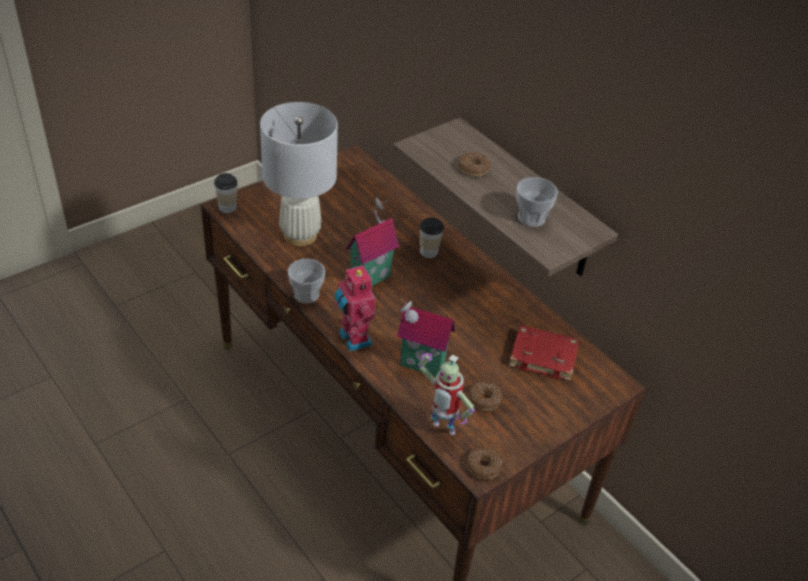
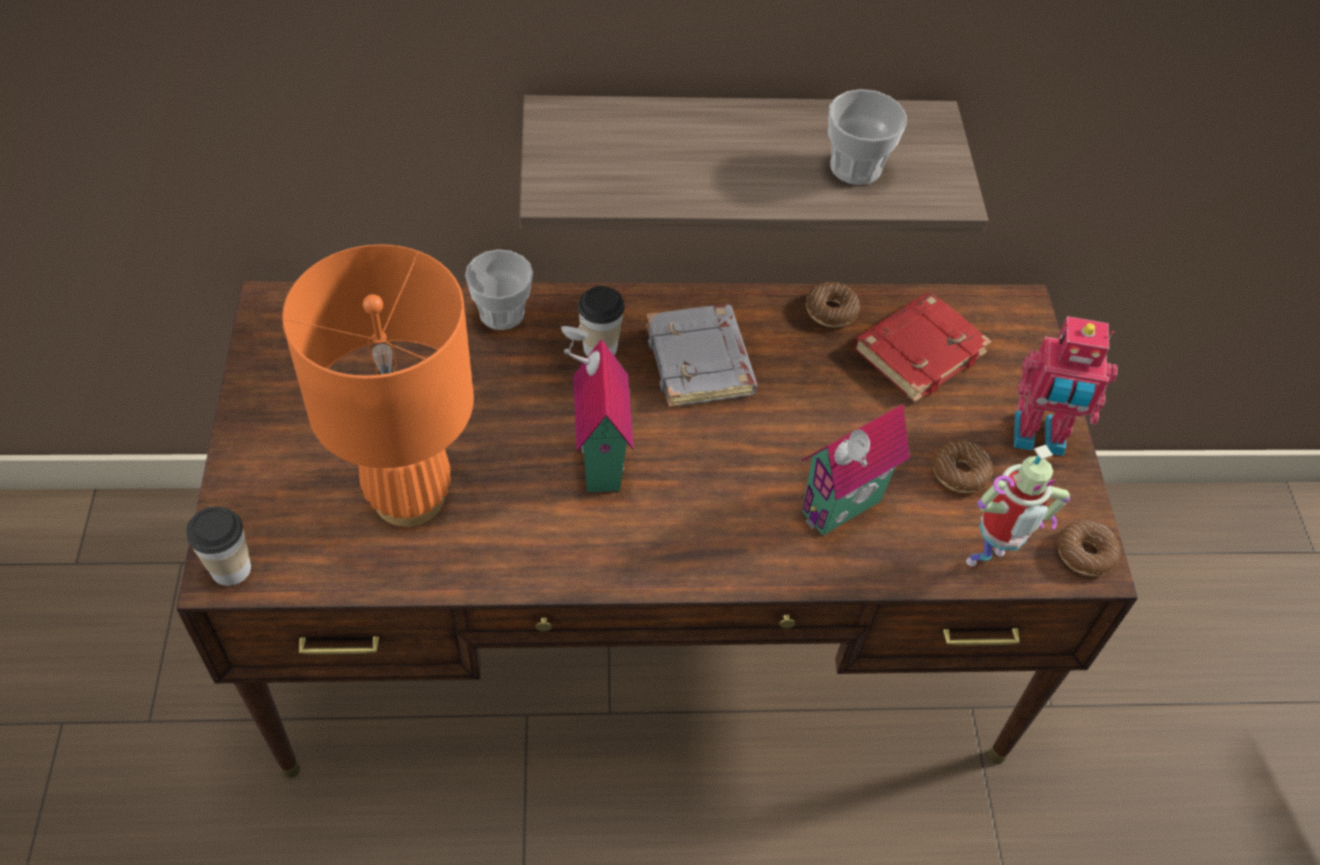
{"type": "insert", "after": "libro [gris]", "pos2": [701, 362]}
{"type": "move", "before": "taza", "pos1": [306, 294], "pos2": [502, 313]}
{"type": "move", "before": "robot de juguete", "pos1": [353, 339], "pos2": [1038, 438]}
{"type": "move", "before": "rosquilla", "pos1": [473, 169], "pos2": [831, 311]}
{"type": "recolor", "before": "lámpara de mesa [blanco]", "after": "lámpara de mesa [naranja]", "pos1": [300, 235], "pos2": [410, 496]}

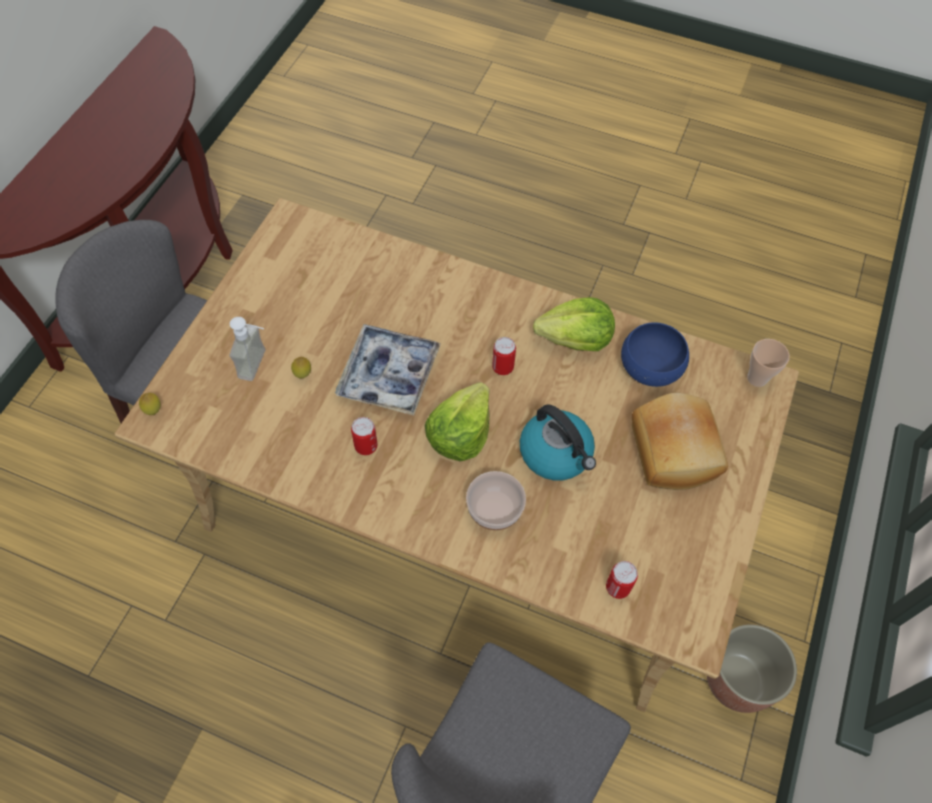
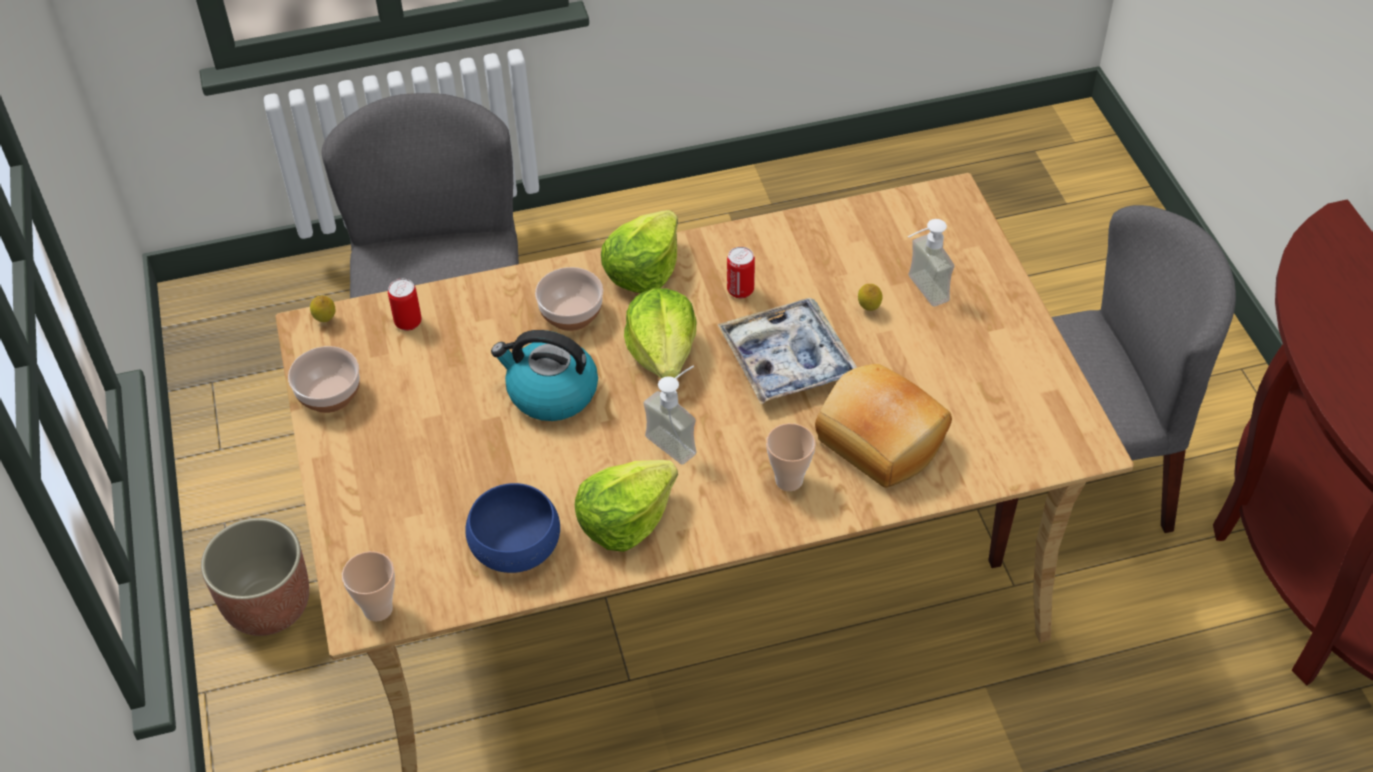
{"type": "insert", "after": "cuenco", "pos2": [329, 394]}
{"type": "insert", "after": "lechuga", "pos2": [643, 270]}
{"type": "insert", "after": "taza", "pos2": [789, 480]}
{"type": "move", "before": "limón", "pos1": [154, 411], "pos2": [325, 320]}
{"type": "move", "before": "pan", "pos1": [676, 451], "pos2": [879, 441]}
{"type": "replace", "before": "lata", "after": "dispensador de jabón", "pos1": [502, 367], "pos2": [678, 439]}

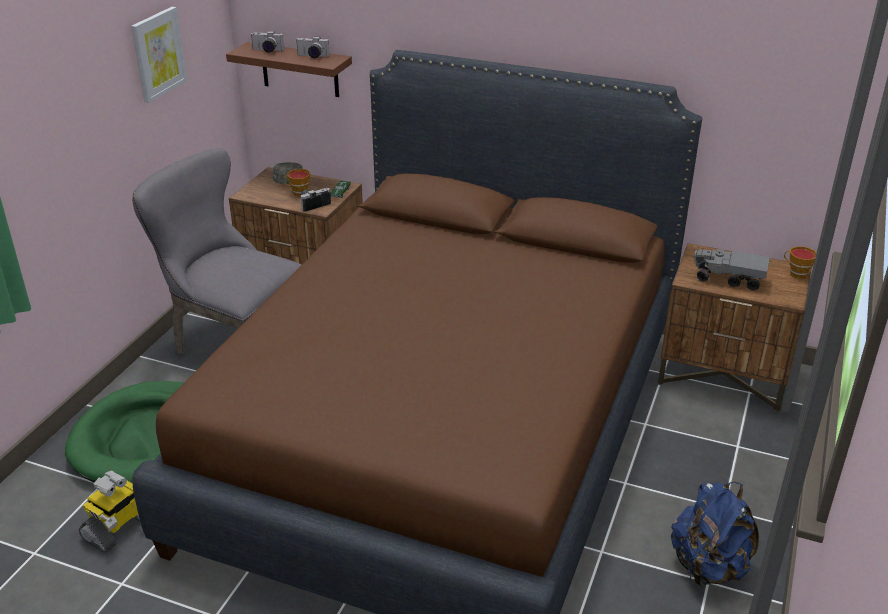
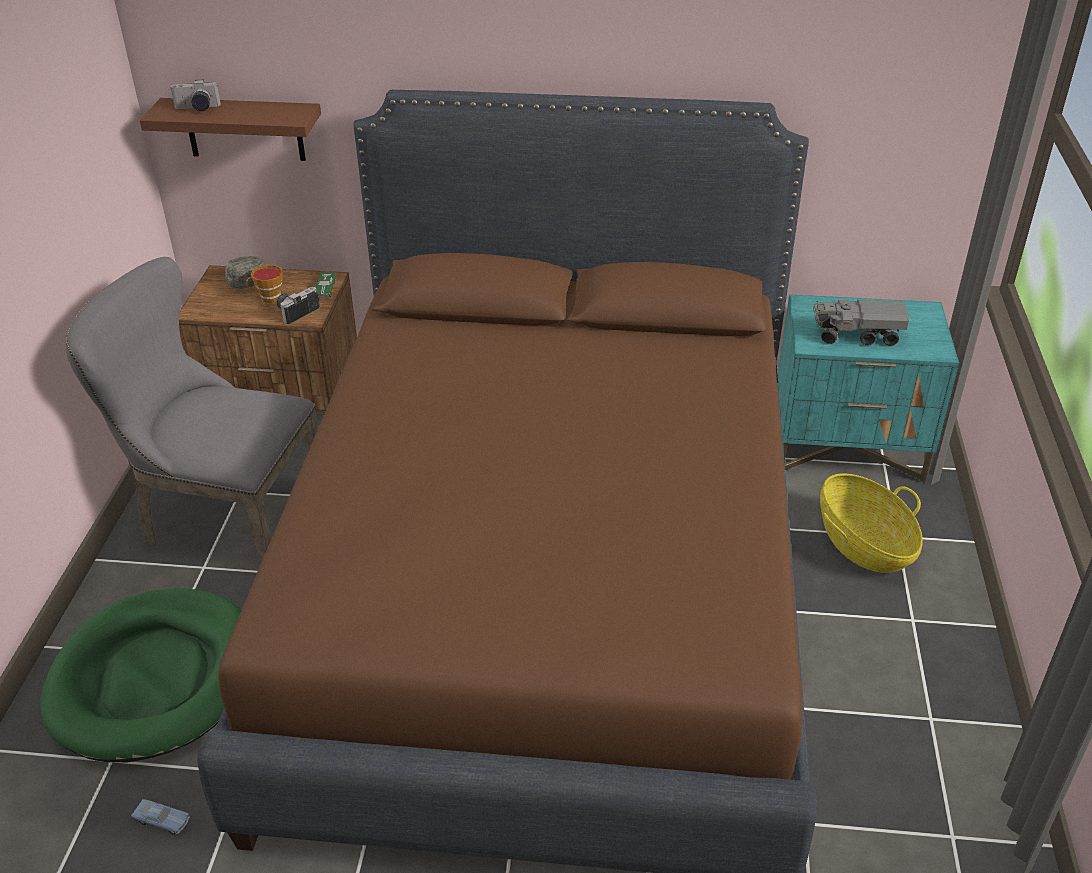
{"type": "delete", "before": "cuadro", "pos1": [158, 54]}
{"type": "delete", "before": "cámara", "pos1": [312, 56]}
{"type": "delete", "before": "mochila [azul]", "pos1": [708, 567]}
{"type": "delete", "before": "taza", "pos1": [796, 273]}
{"type": "insert", "after": "cesta", "pos2": [863, 544]}
{"type": "replace", "before": "robot de juguete", "after": "coche de juguete [azul]", "pos1": [118, 528], "pos2": [162, 820]}
{"type": "recolor", "before": "mesita de noche [marrón]", "after": "mesita de noche [turquesa]", "pos1": [724, 375], "pos2": [848, 447]}

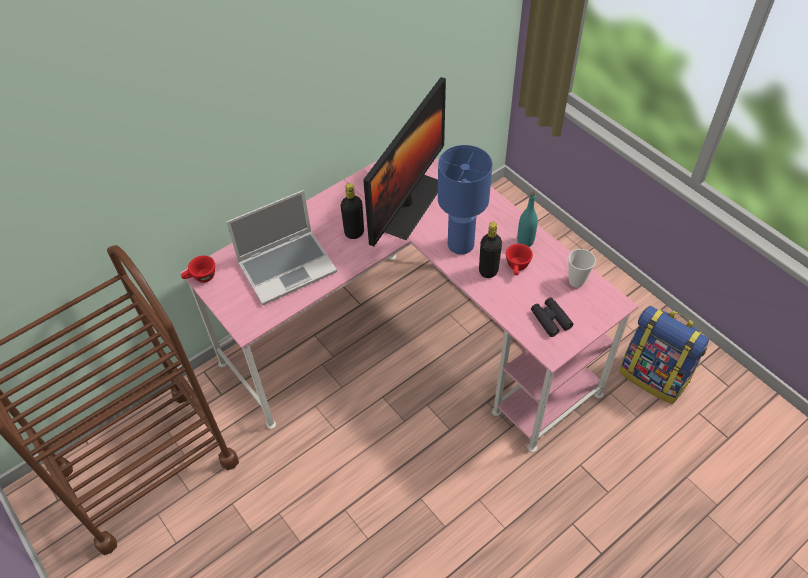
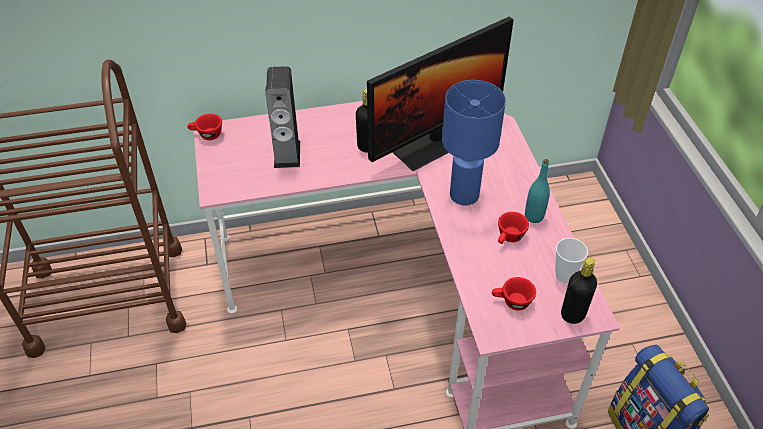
{"type": "move", "before": "botella [negro]", "pos1": [488, 271], "pos2": [572, 314]}
{"type": "replace", "before": "portátil", "after": "altavoz", "pos1": [288, 267], "pos2": [287, 154]}
{"type": "replace", "before": "prismáticos [negro]", "after": "taza [rojo]", "pos1": [550, 319], "pos2": [511, 302]}

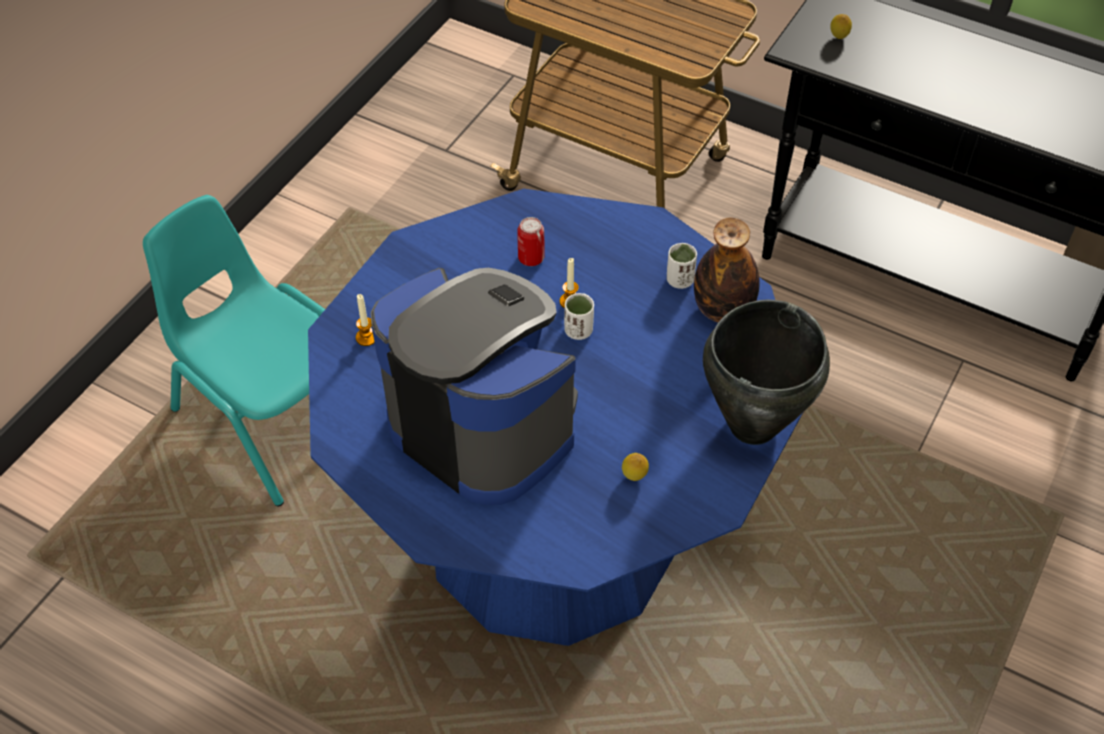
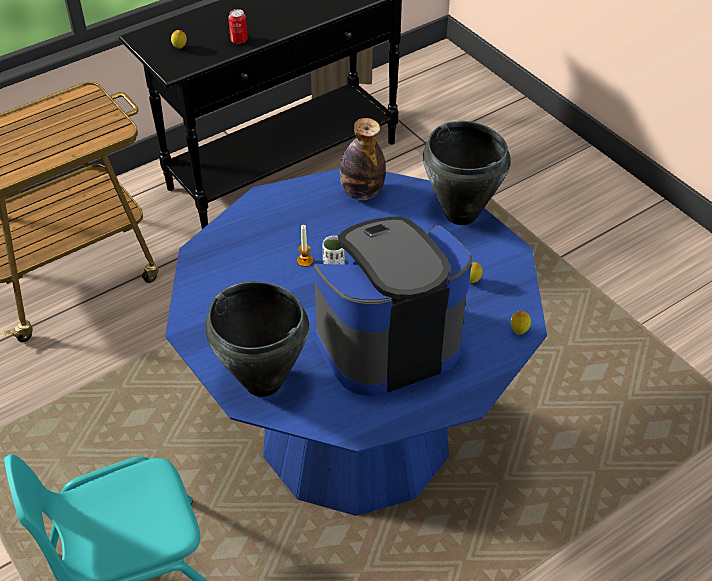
{"type": "delete", "before": "taza [blanco]", "pos1": [679, 280]}
{"type": "insert", "after": "limón", "pos2": [519, 331]}
{"type": "move", "before": "lata", "pos1": [531, 258], "pos2": [239, 40]}
{"type": "replace", "before": "vela", "after": "olla [negro]", "pos1": [366, 337], "pos2": [263, 382]}

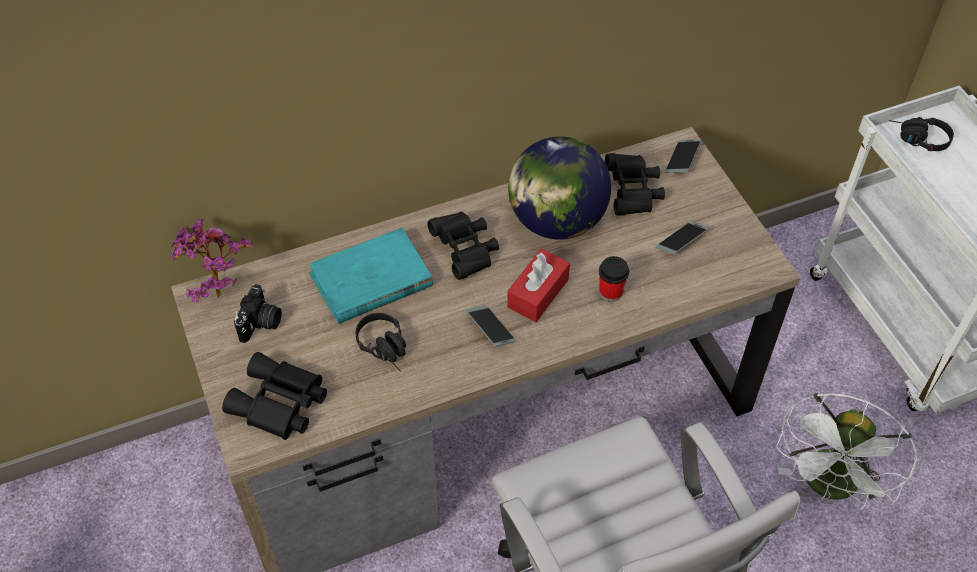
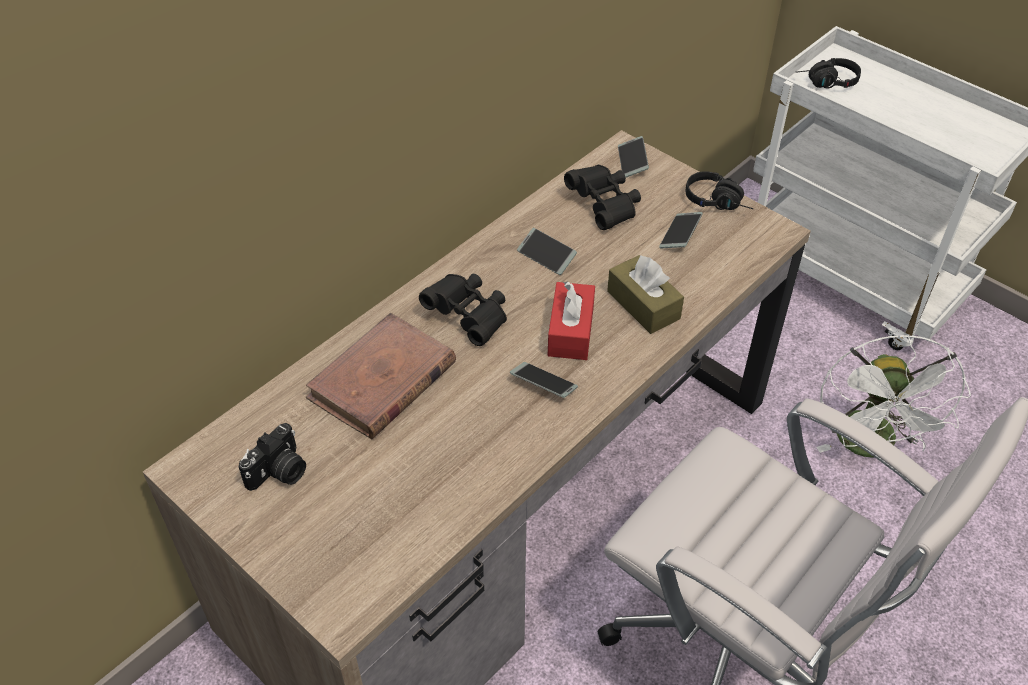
{"type": "delete", "before": "planta en maceta", "pos1": [216, 289]}
{"type": "delete", "before": "prismáticos [negro]", "pos1": [279, 404]}
{"type": "move", "before": "auriculares [negro]", "pos1": [387, 349], "pos2": [719, 202]}
{"type": "replace", "before": "globo terráqueo", "after": "móvil", "pos1": [557, 221], "pos2": [546, 256]}
{"type": "replace", "before": "taza", "after": "caja de pañuelos [marrón]", "pos1": [611, 292], "pos2": [643, 305]}
{"type": "recolor", "before": "libro [turquesa]", "after": "libro [marrón]", "pos1": [370, 280], "pos2": [382, 381]}
{"type": "rotate", "before": "cámara", "pos1": [261, 324], "pos2": [279, 473], "turn": 45}

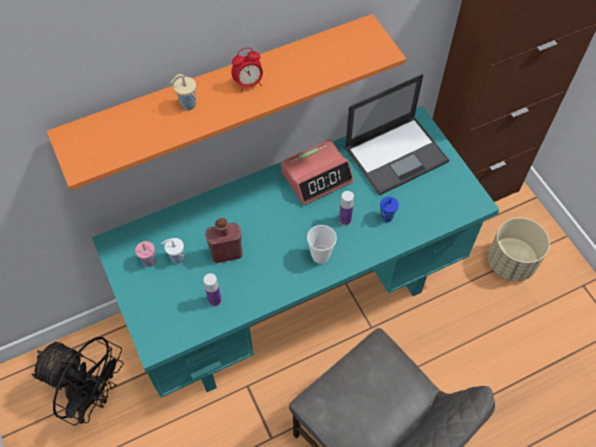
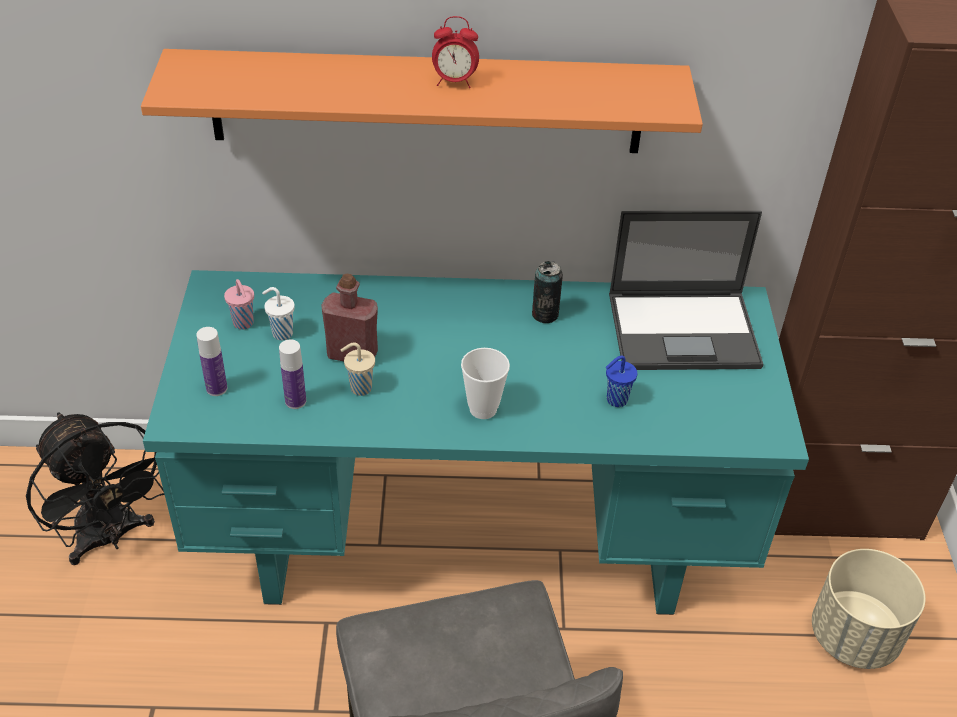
{"type": "move", "before": "taza [beis]", "pos1": [187, 105], "pos2": [359, 388]}
{"type": "move", "before": "botella", "pos1": [345, 220], "pos2": [216, 388]}
{"type": "replace", "before": "despertador", "after": "lata", "pos1": [317, 177], "pos2": [545, 314]}

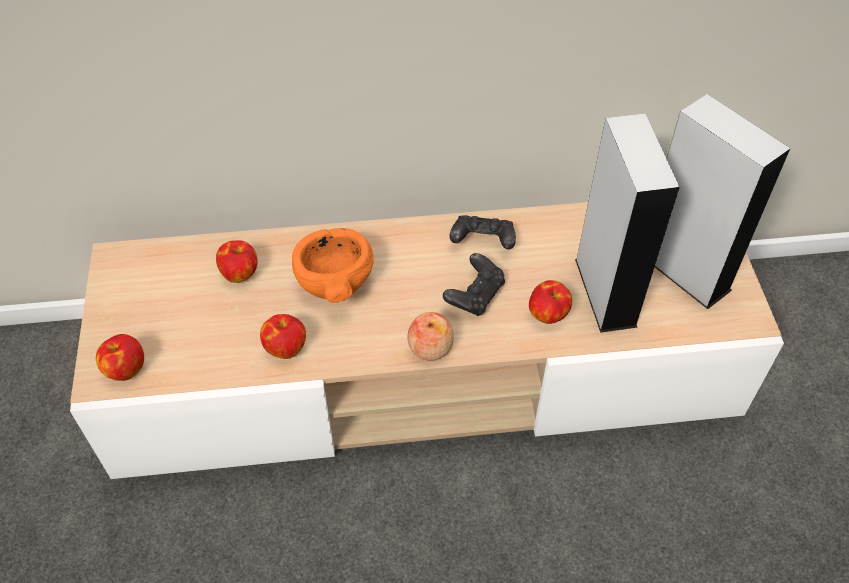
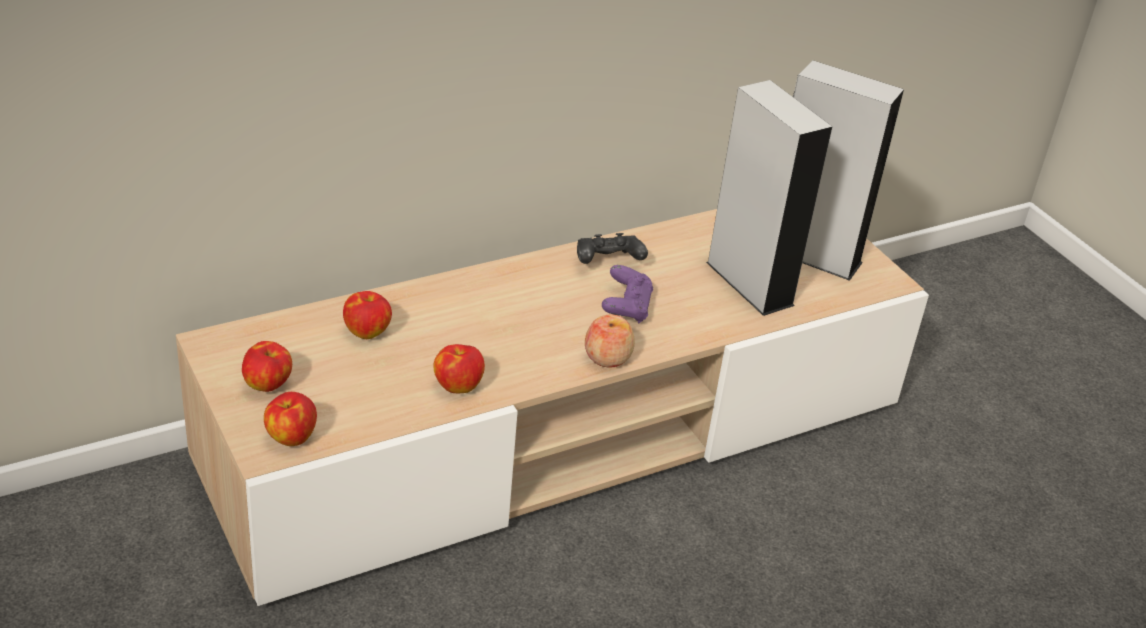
{"type": "delete", "before": "cuenco [naranja]", "pos1": [333, 282]}
{"type": "move", "before": "manzana", "pos1": [548, 315], "pos2": [268, 385]}
{"type": "recolor", "before": "mando de consola [negro]", "after": "mando de consola [morado]", "pos1": [475, 295], "pos2": [626, 307]}

